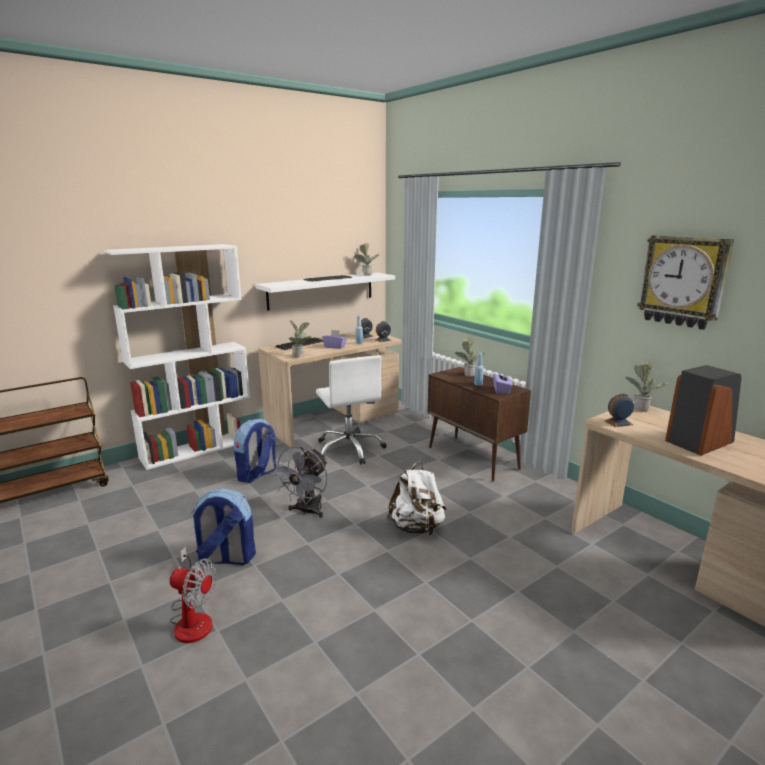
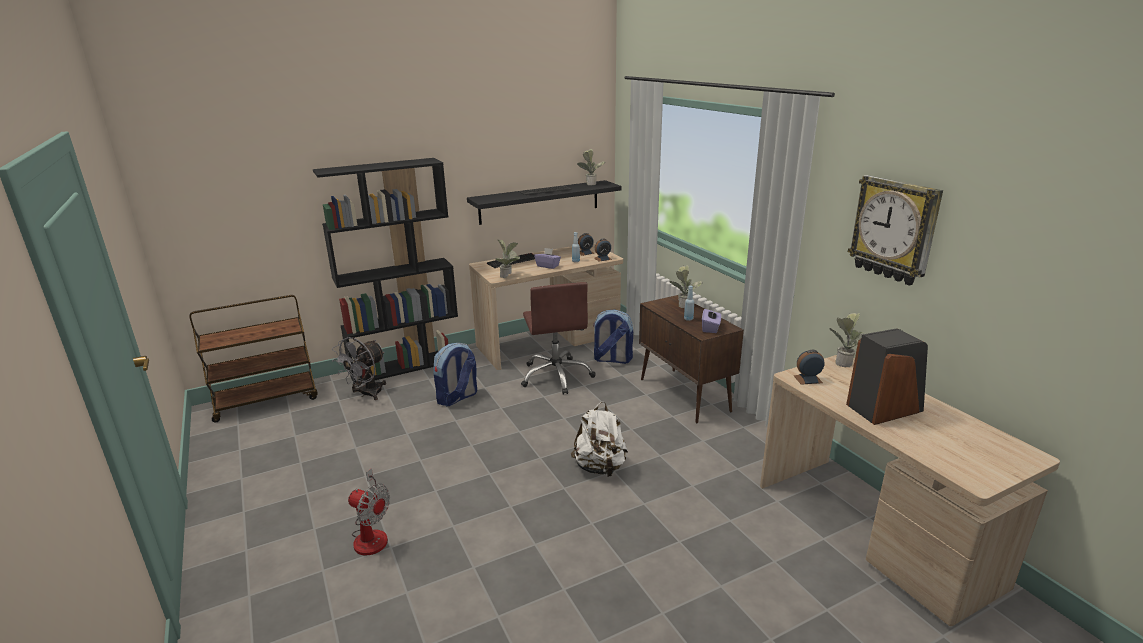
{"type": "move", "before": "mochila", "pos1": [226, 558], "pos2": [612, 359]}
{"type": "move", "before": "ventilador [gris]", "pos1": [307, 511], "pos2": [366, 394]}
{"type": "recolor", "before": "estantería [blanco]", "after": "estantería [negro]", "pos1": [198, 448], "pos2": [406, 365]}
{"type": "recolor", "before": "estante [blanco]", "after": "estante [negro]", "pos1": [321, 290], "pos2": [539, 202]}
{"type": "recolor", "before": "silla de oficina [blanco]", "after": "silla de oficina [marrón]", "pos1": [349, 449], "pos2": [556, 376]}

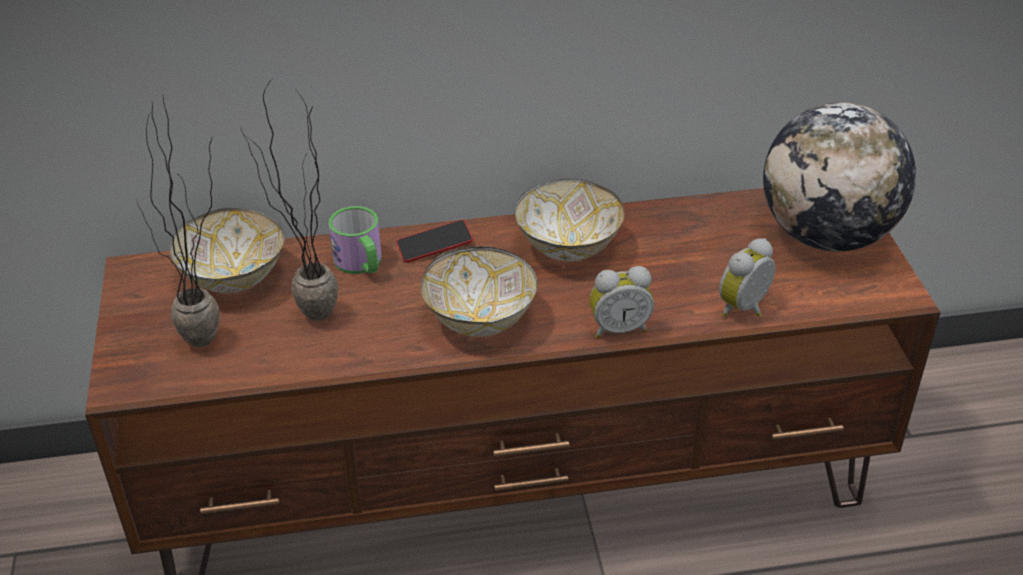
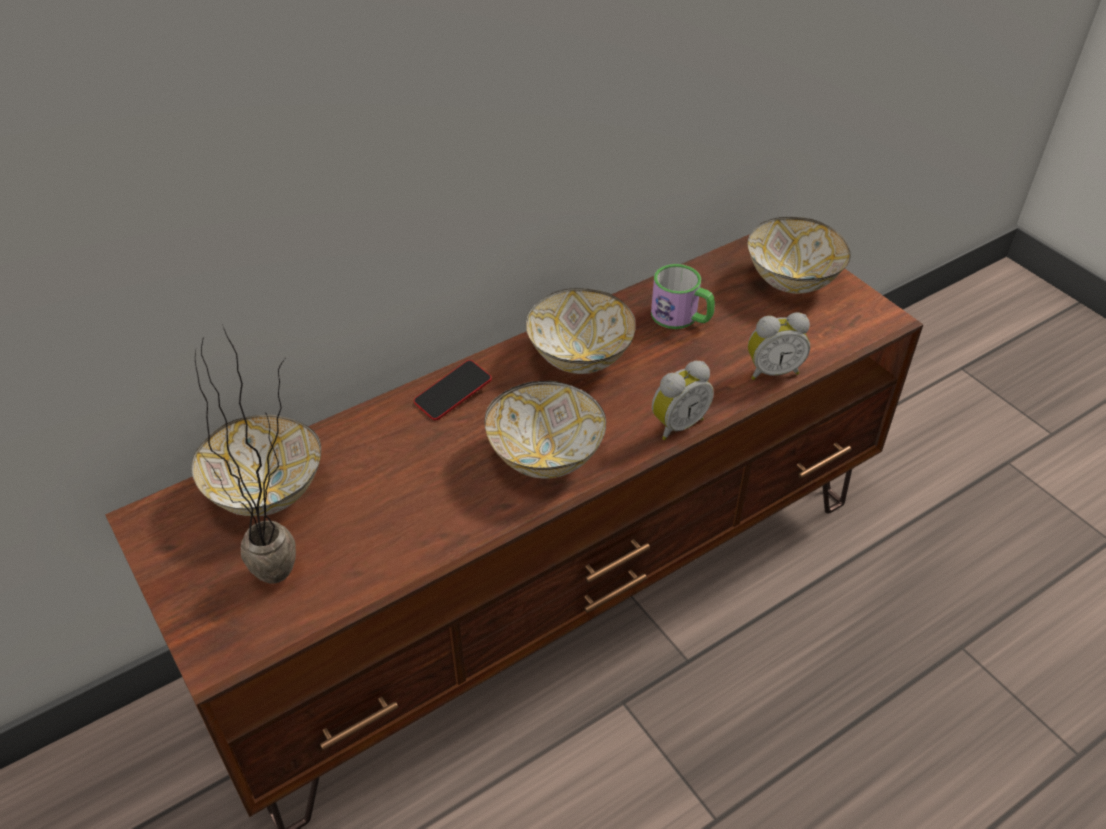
{"type": "delete", "before": "planta en maceta", "pos1": [305, 320]}
{"type": "move", "before": "taza grande", "pos1": [361, 263], "pos2": [681, 317]}
{"type": "replace", "before": "globo terráqueo", "after": "cuenco", "pos1": [827, 235], "pos2": [792, 281]}
{"type": "rotate", "before": "despertador", "pos1": [746, 309], "pos2": [772, 370], "turn": -120}

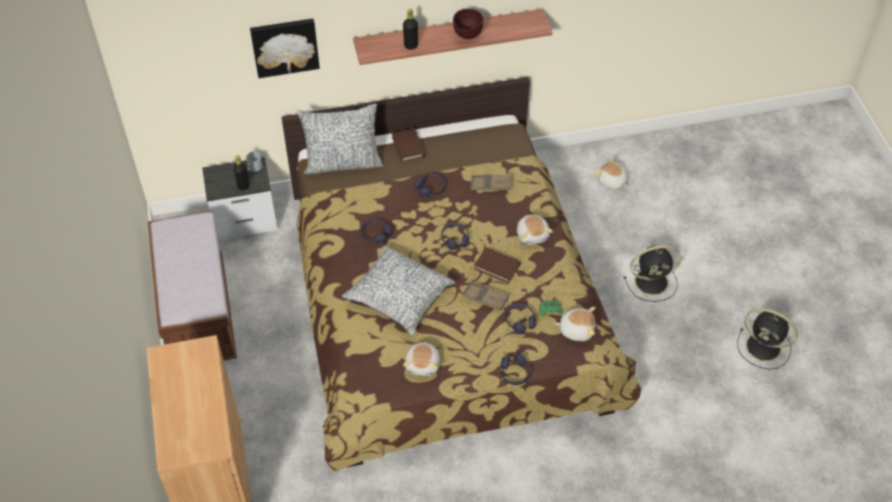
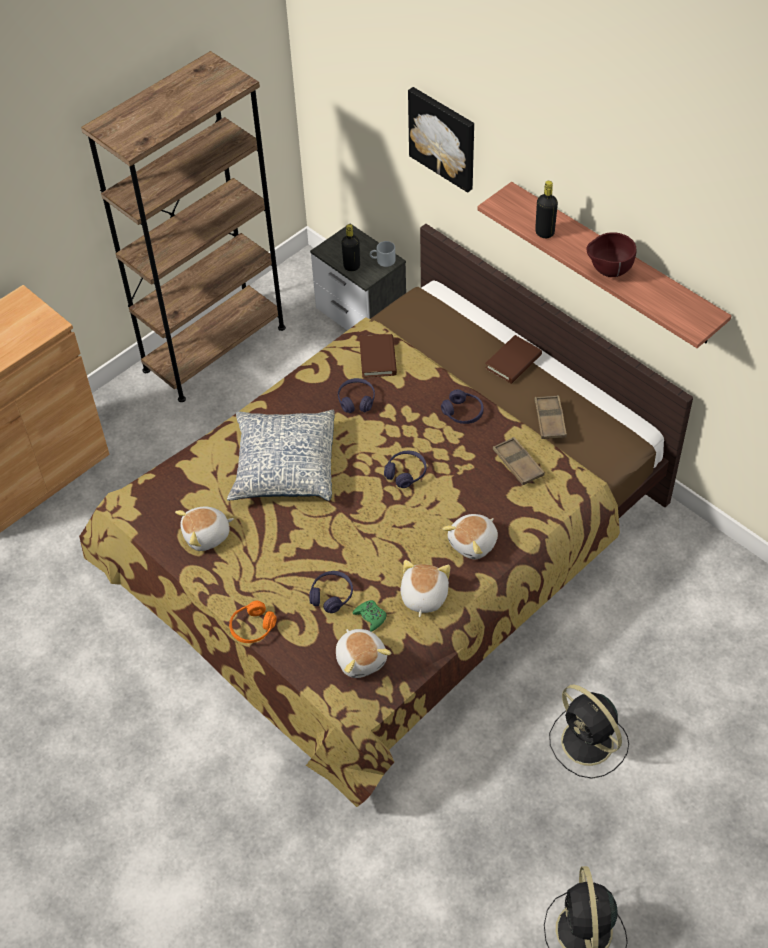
{"type": "delete", "before": "cojín", "pos1": [342, 162]}
{"type": "move", "before": "bandeja [marrón]", "pos1": [485, 298], "pos2": [550, 420]}
{"type": "move", "before": "libro [marrón]", "pos1": [497, 266], "pos2": [378, 358]}
{"type": "move", "before": "peluche", "pos1": [611, 182], "pos2": [423, 596]}
{"type": "replace", "before": "banco [marrón]", "after": "estantería [marrón]", "pos1": [199, 314], "pos2": [214, 349]}
{"type": "recolor", "before": "auriculares [morado]", "after": "auriculares [naranja]", "pos1": [514, 373], "pos2": [252, 627]}

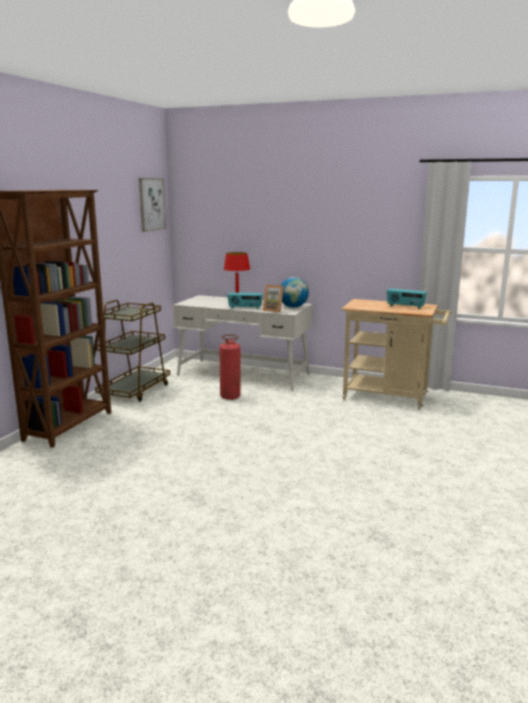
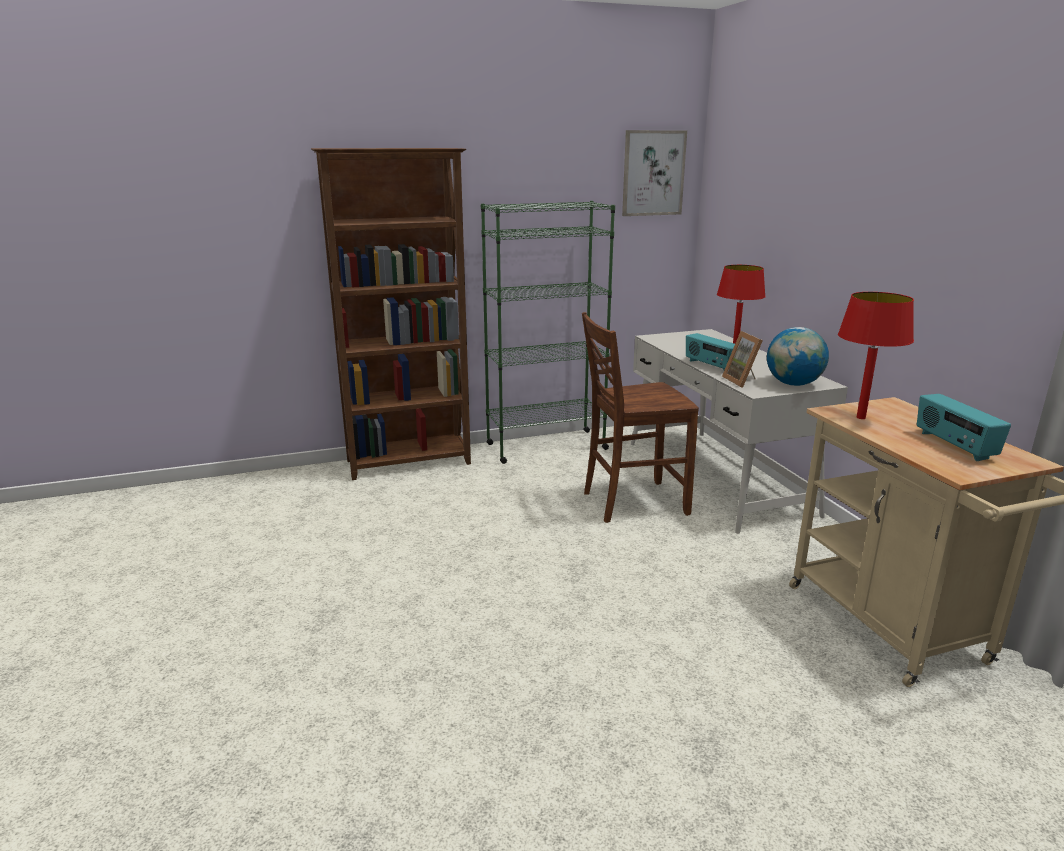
{"type": "insert", "after": "lámpara de mesa [rojo]", "pos2": [861, 417]}
{"type": "replace", "before": "carrito [marrón]", "after": "estantería [verde]", "pos1": [135, 391], "pos2": [546, 446]}
{"type": "replace", "before": "extintor", "after": "silla [marrón]", "pos1": [230, 397], "pos2": [632, 502]}

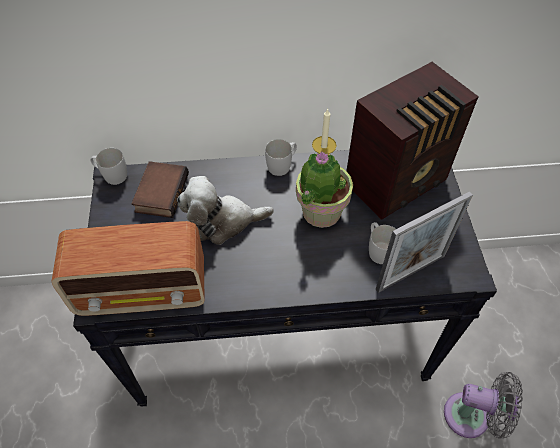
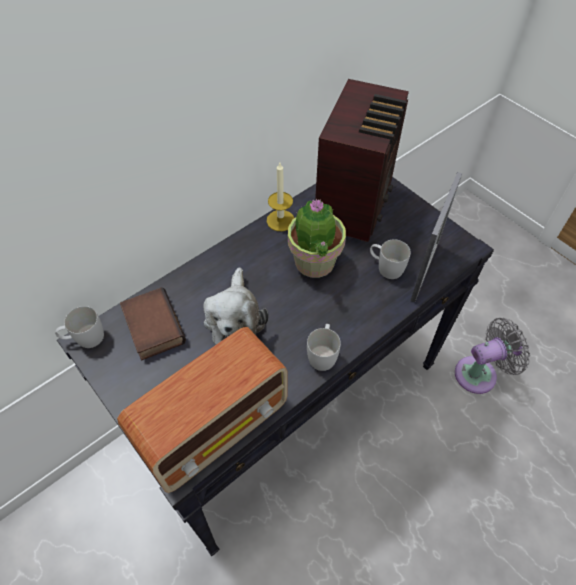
{"type": "move", "before": "taza grande [blanco]", "pos1": [282, 165], "pos2": [323, 353]}
{"type": "rotate", "before": "peluche", "pos1": [222, 222], "pos2": [235, 320], "turn": -45}

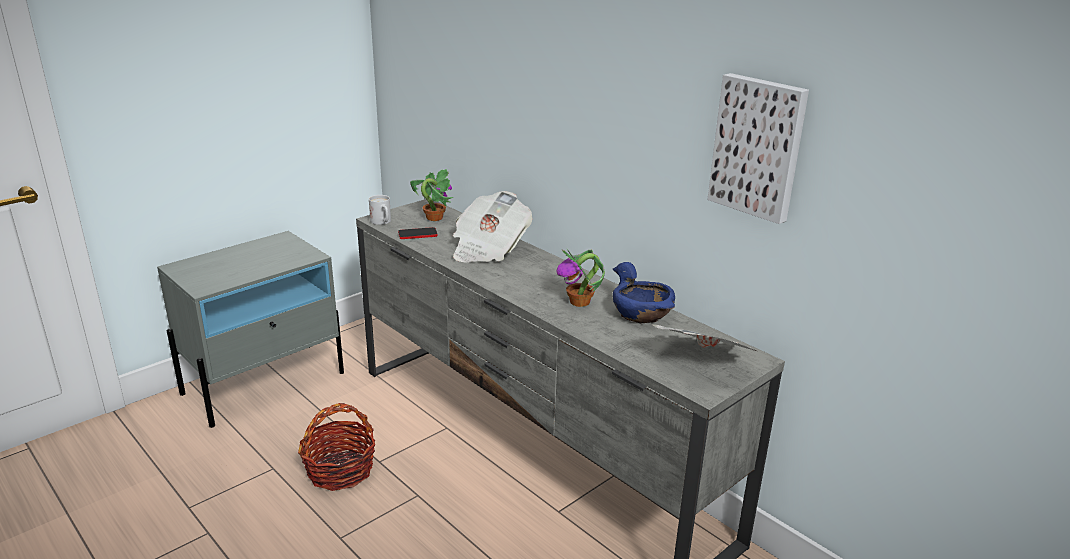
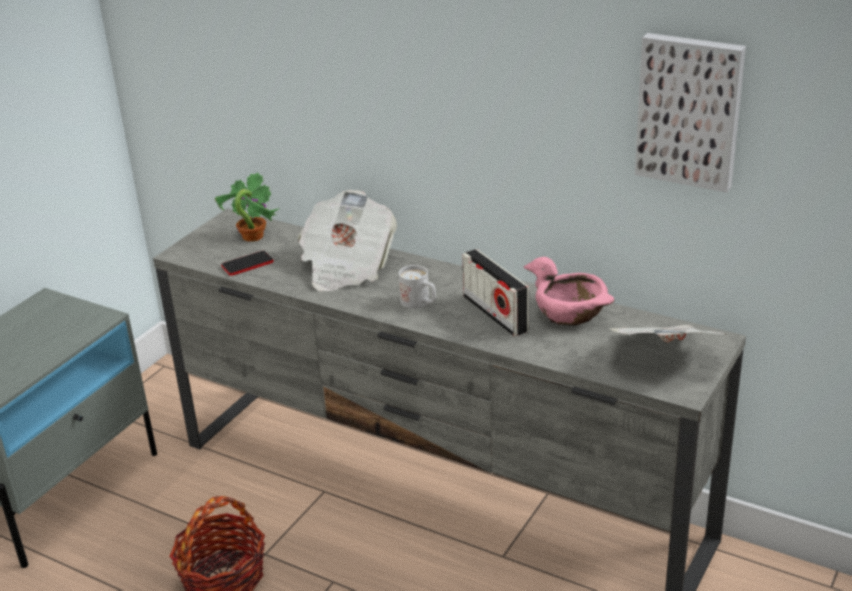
{"type": "move", "before": "taza grande [blanco]", "pos1": [382, 222], "pos2": [420, 303]}
{"type": "replace", "before": "planta en maceta", "after": "radio", "pos1": [580, 302], "pos2": [495, 314]}
{"type": "recolor", "before": "cuenco [azul]", "after": "cuenco [rosa]", "pos1": [642, 314], "pos2": [571, 313]}

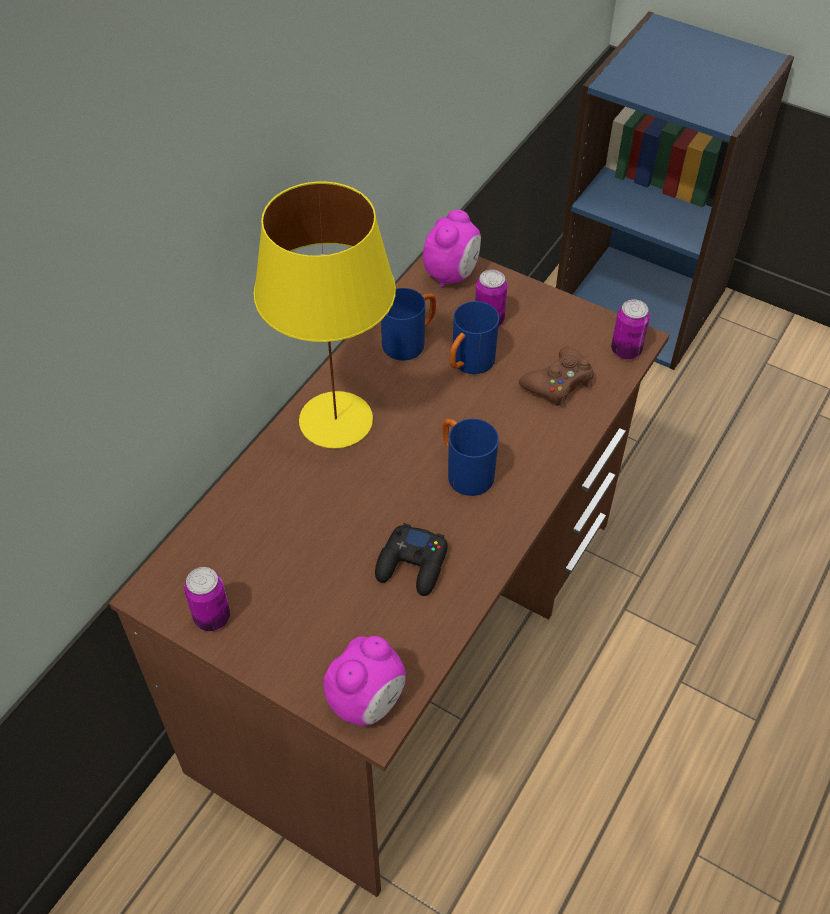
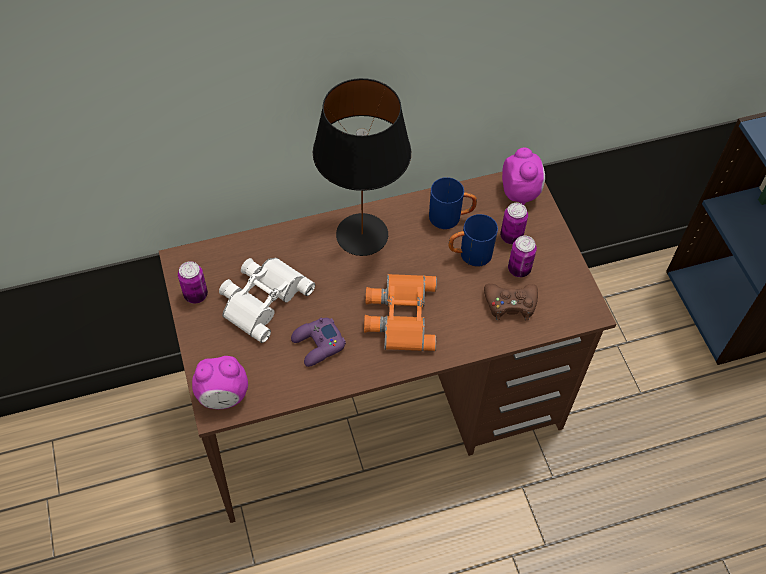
{"type": "insert", "after": "prismáticos [blanco]", "pos2": [262, 298]}
{"type": "move", "before": "lata", "pos1": [626, 350], "pos2": [519, 269]}
{"type": "replace", "before": "taza grande [azul]", "after": "prismáticos [naranja]", "pos1": [464, 472], "pos2": [399, 315]}
{"type": "recolor", "before": "lámpara de mesa [amarillo]", "after": "lámpara de mesa [negro]", "pos1": [334, 419], "pos2": [361, 234]}
{"type": "recolor", "before": "mando de consola [negro]", "after": "mando de consola [morado]", "pos1": [412, 565], "pos2": [318, 345]}
{"type": "rotate", "before": "despertador", "pos1": [452, 274], "pos2": [520, 192], "turn": -75}

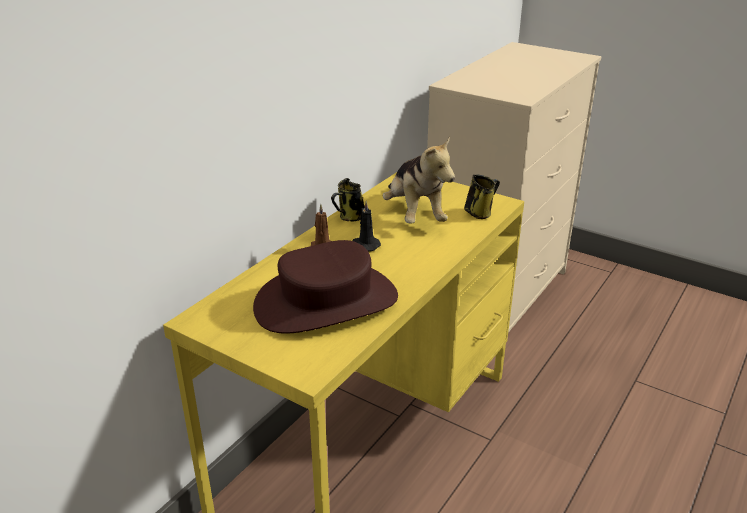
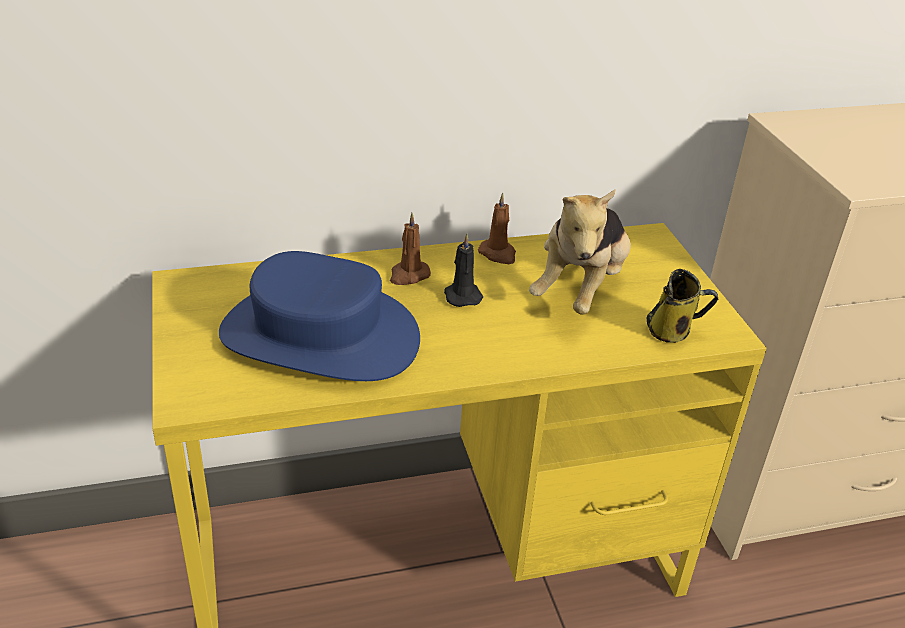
{"type": "replace", "before": "taza grande", "after": "vela [marrón]", "pos1": [350, 218], "pos2": [498, 254]}
{"type": "recolor", "before": "sombrero [marrón]", "after": "sombrero [azul]", "pos1": [326, 302], "pos2": [319, 337]}

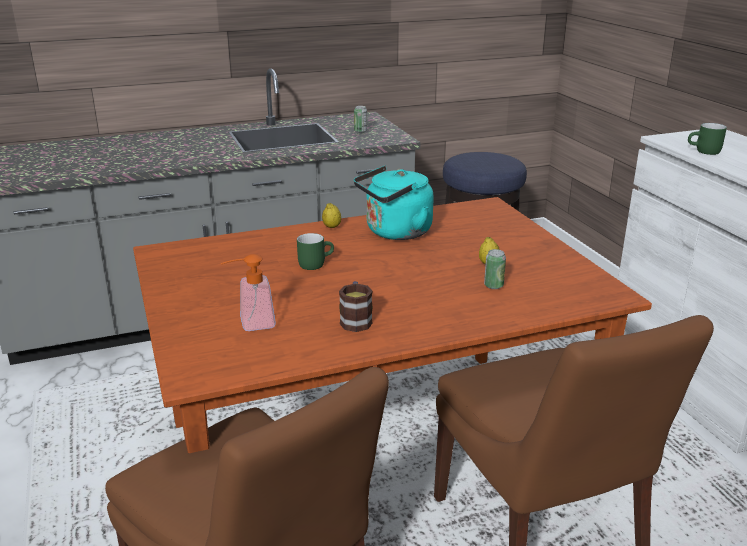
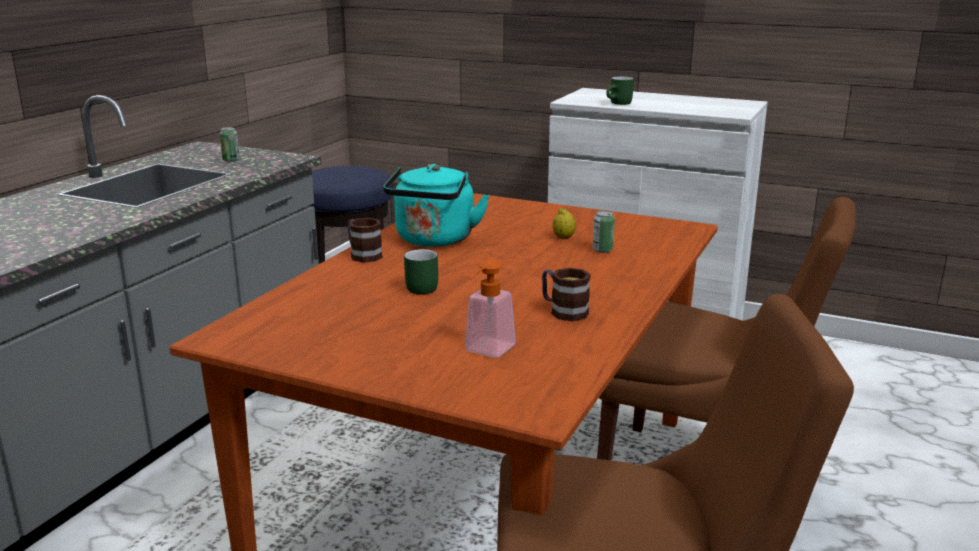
{"type": "replace", "before": "limón", "after": "taza grande", "pos1": [332, 227], "pos2": [362, 254]}

